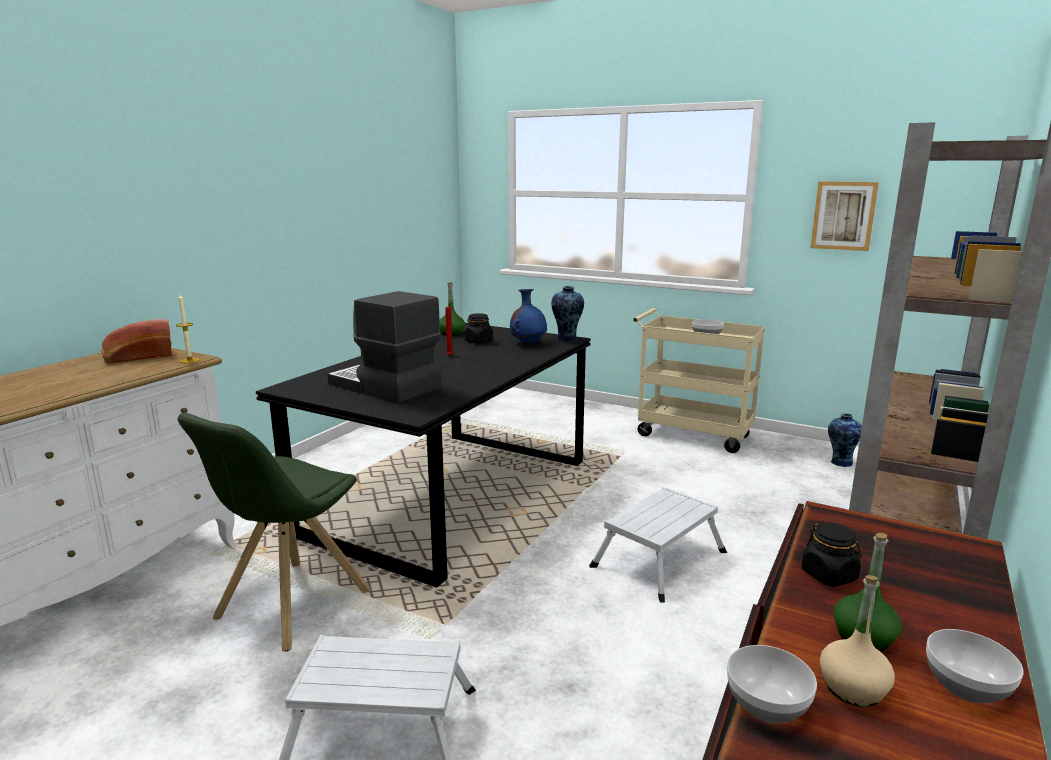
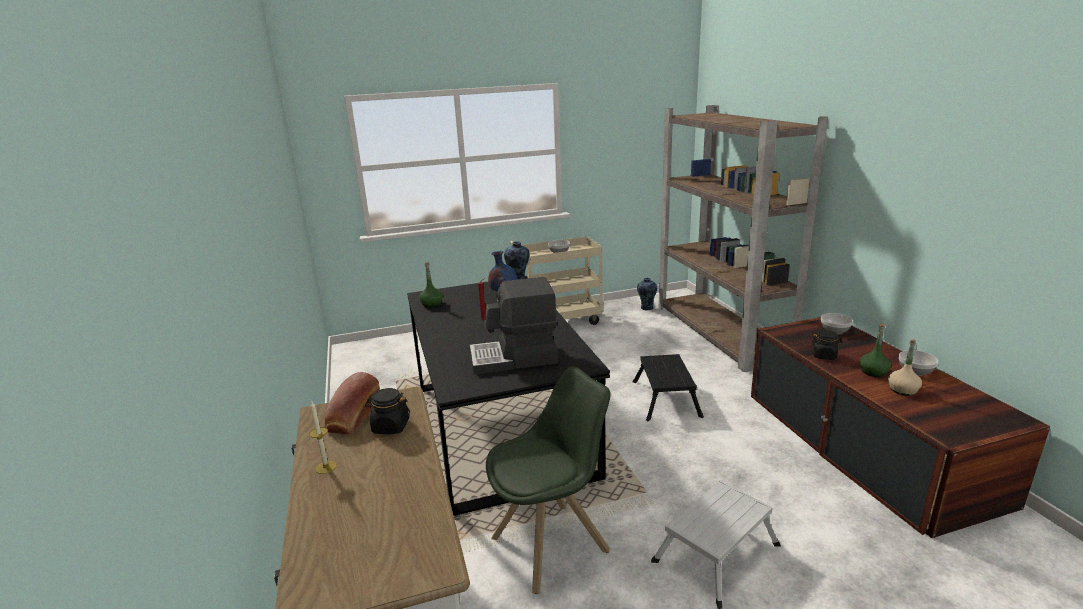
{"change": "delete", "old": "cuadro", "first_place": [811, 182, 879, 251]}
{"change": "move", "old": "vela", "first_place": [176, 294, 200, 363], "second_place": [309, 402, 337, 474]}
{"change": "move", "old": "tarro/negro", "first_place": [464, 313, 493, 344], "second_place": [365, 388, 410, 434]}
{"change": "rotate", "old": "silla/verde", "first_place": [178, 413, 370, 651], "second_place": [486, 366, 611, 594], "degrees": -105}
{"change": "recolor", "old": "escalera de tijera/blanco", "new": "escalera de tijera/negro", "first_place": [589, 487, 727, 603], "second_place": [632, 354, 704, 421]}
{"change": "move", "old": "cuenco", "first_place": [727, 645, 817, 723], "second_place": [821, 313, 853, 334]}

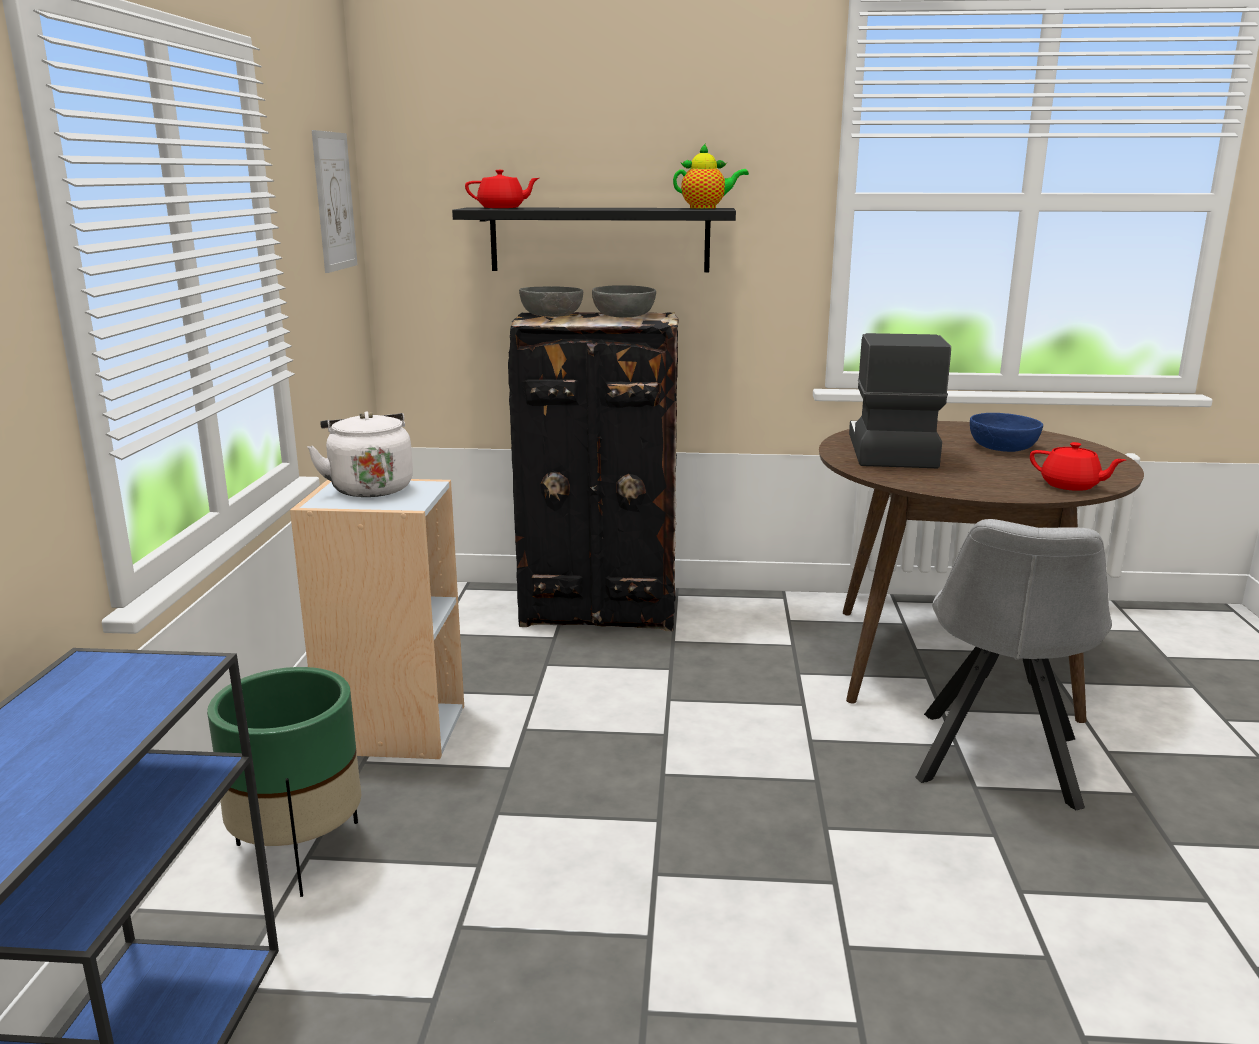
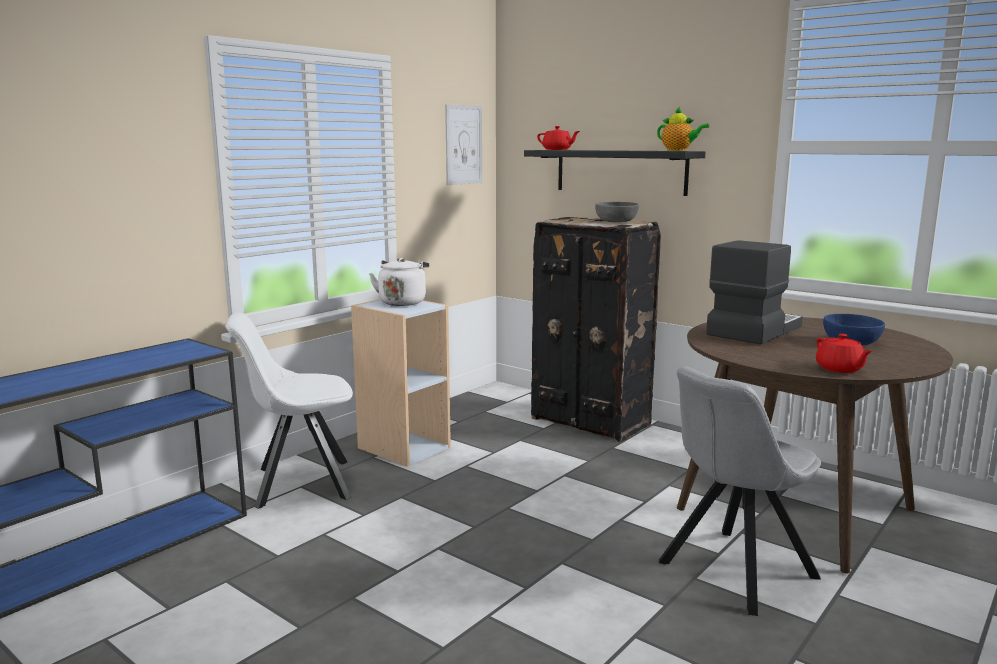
{"change": "delete", "old": "cuenco/gris", "first_place": [519, 286, 583, 317]}
{"change": "replace", "old": "maceta/verde", "new": "silla/blanco", "first_place": [207, 667, 361, 897], "second_place": [225, 312, 353, 509]}

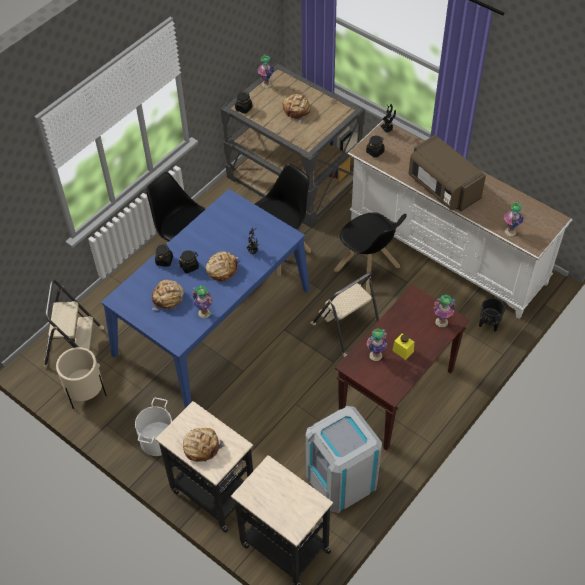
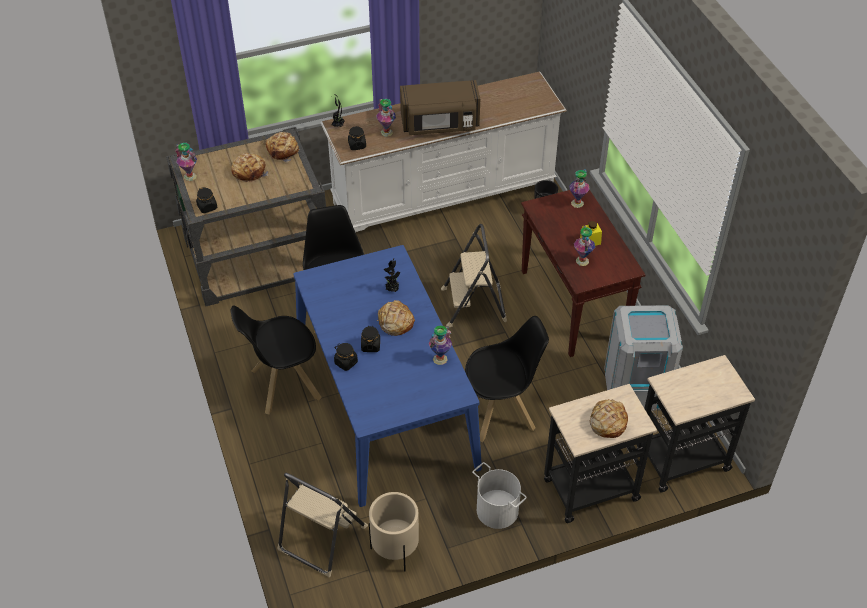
{"change": "move", "old": "florero", "first_place": [504, 201, 523, 236], "second_place": [376, 99, 396, 137]}
{"change": "move", "old": "silla/negro", "first_place": [334, 212, 407, 294], "second_place": [465, 316, 549, 443]}
{"change": "move", "old": "pan", "first_place": [152, 280, 184, 310], "second_place": [265, 132, 299, 163]}

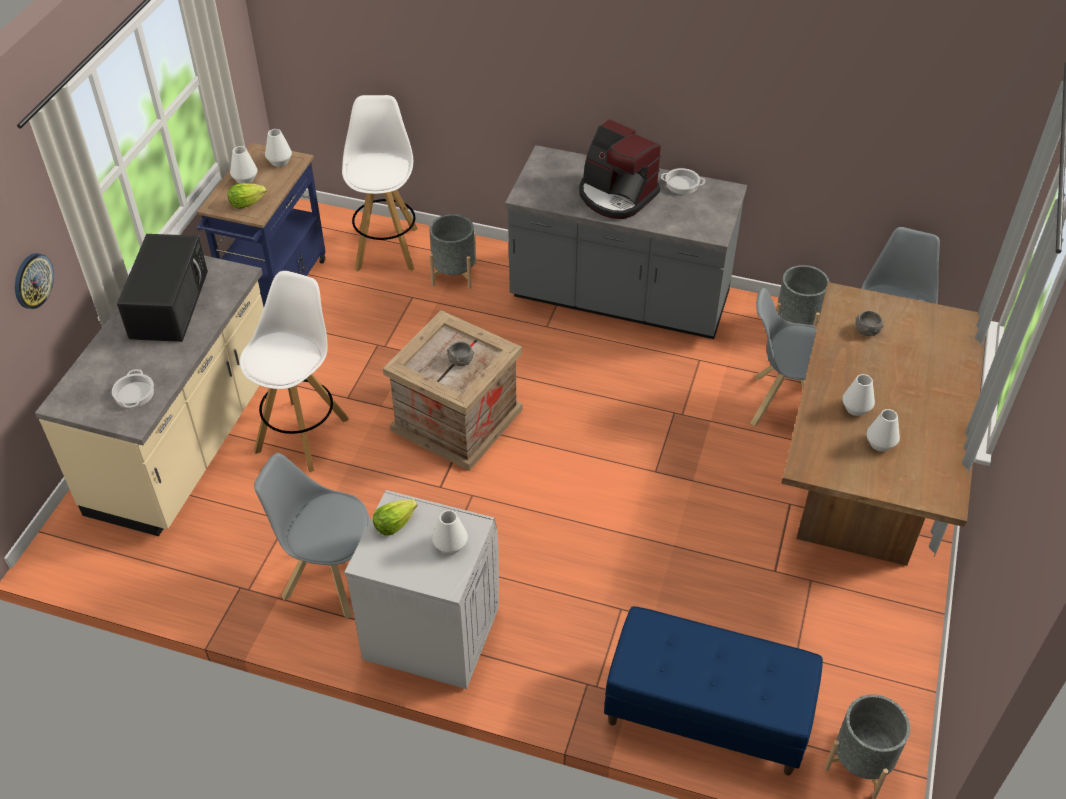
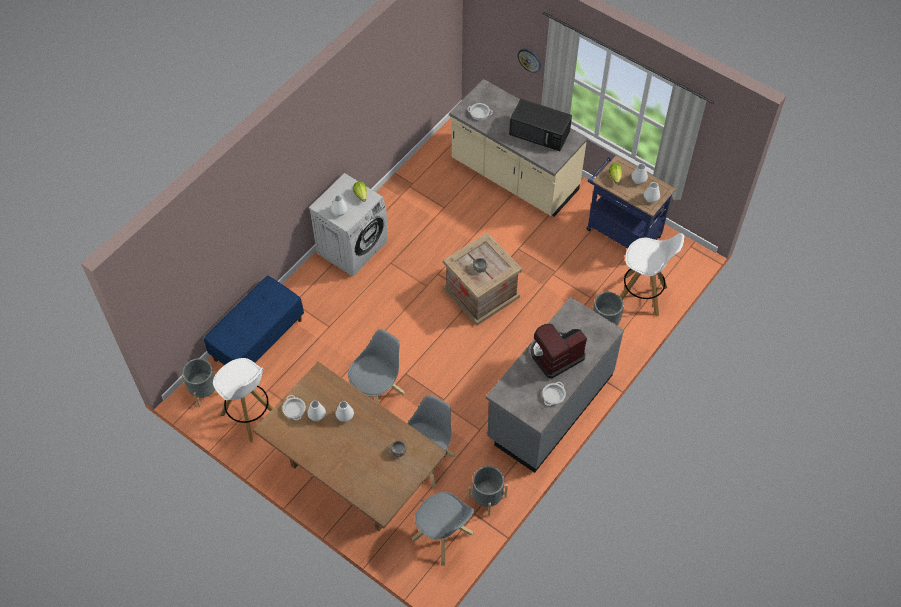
{"change": "move", "old": "taburete/blanco", "first_place": [240, 271, 349, 472], "second_place": [213, 358, 273, 442]}
{"change": "move", "old": "silla/gris", "first_place": [254, 453, 370, 619], "second_place": [348, 329, 405, 403]}
{"change": "insert", "new": "olla", "second_place": [282, 395, 306, 420]}

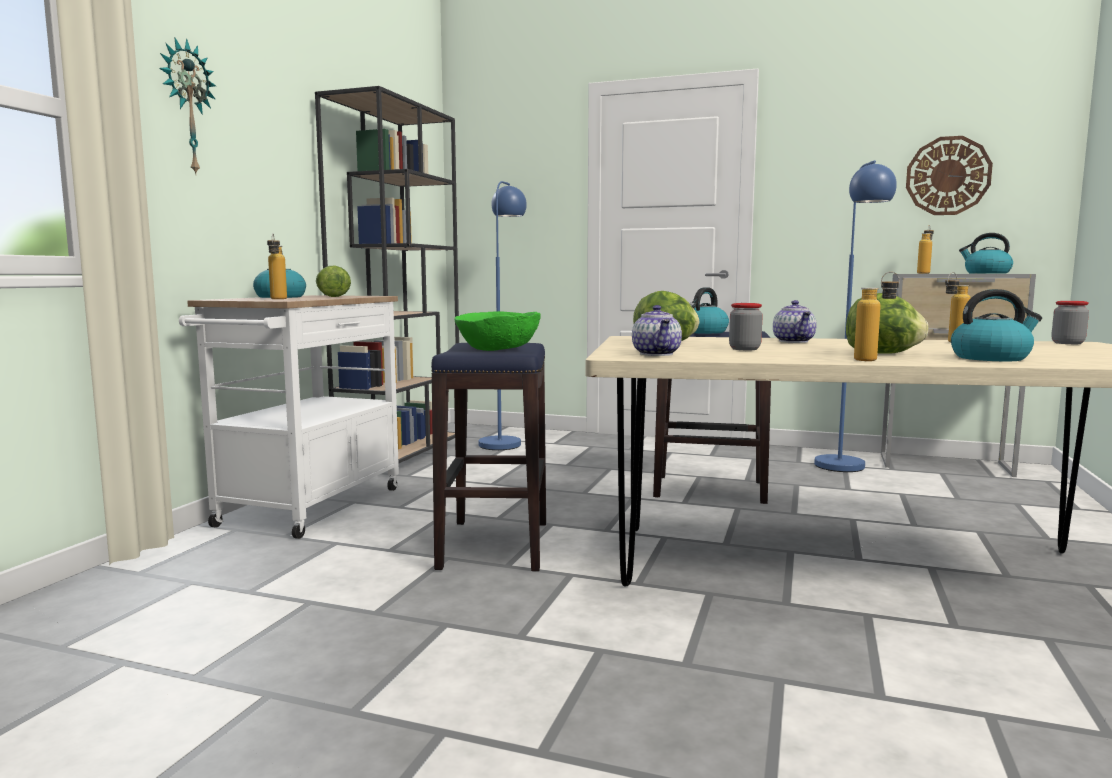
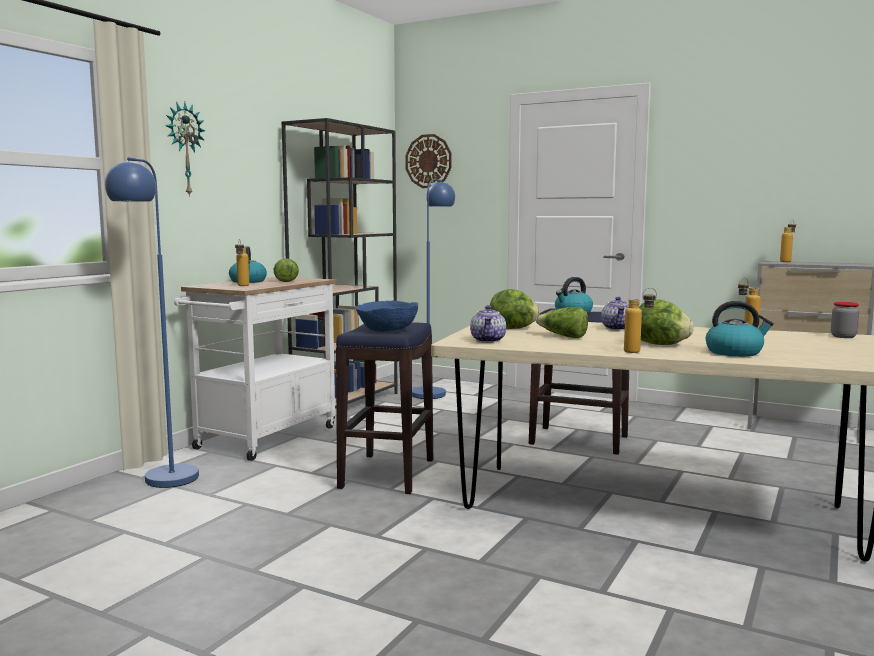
{"change": "move", "old": "reloj de pared", "first_place": [906, 136, 993, 215], "second_place": [406, 134, 452, 188]}
{"change": "move", "old": "lámpara de pie/azul", "first_place": [814, 160, 897, 472], "second_place": [105, 157, 199, 488]}
{"change": "delete", "old": "hervidor", "first_place": [959, 233, 1013, 274]}
{"change": "replace", "old": "tarro", "new": "lechuga", "first_place": [729, 303, 763, 350], "second_place": [536, 307, 588, 338]}
{"change": "recolor", "old": "cuenco/verde", "new": "cuenco/azul", "first_place": [454, 311, 541, 351], "second_place": [356, 301, 418, 332]}

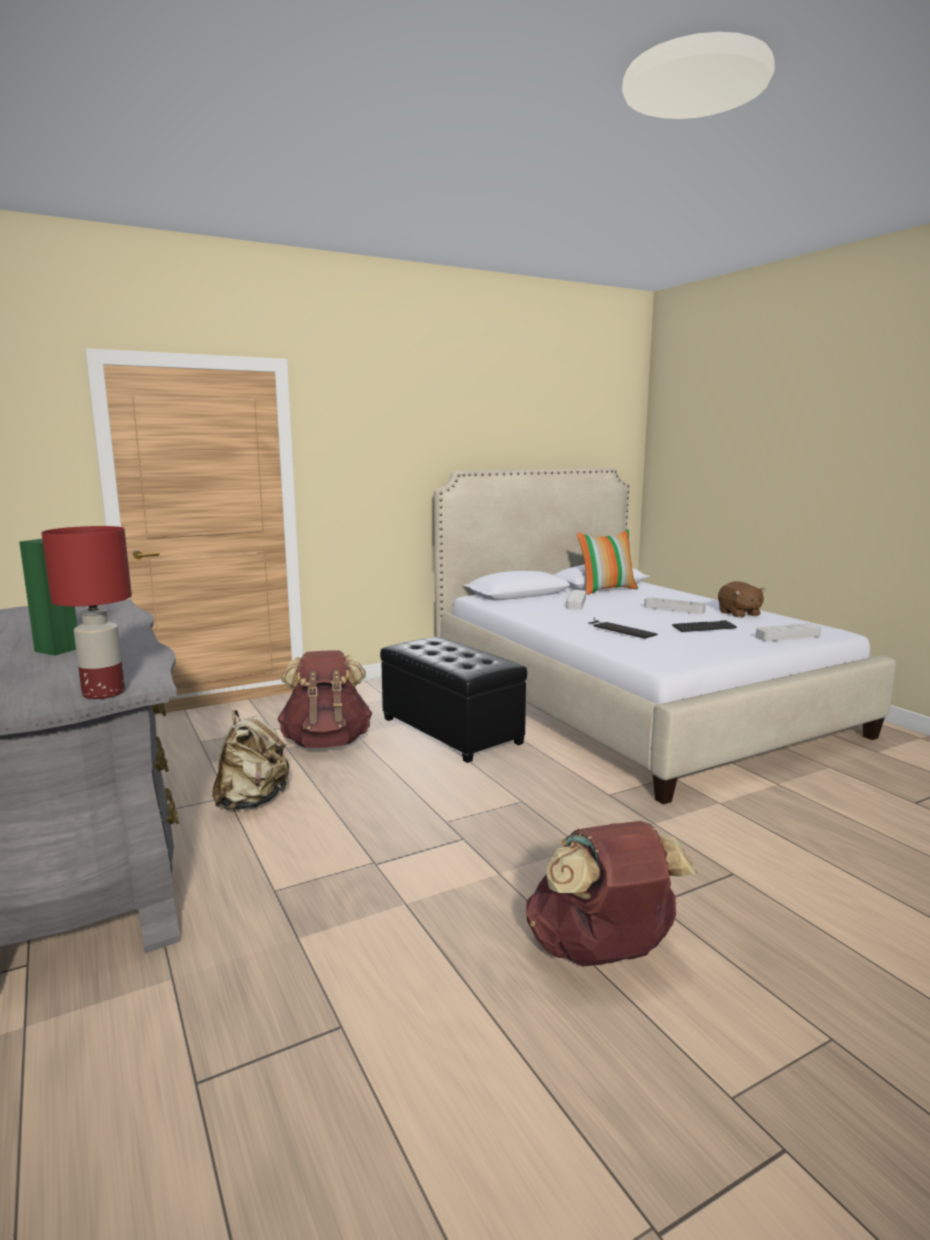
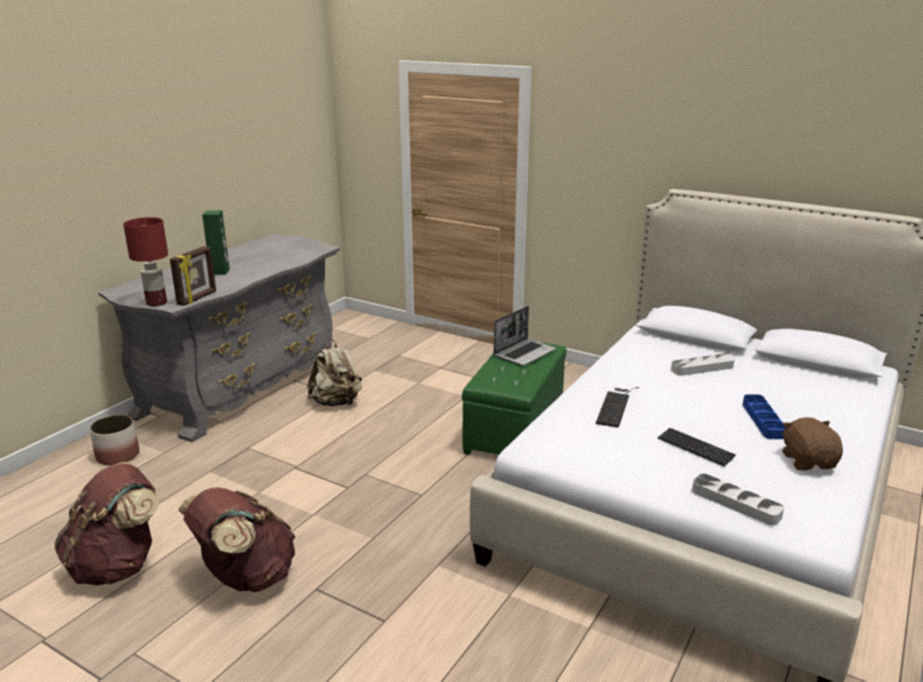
{"change": "delete", "old": "cojín", "first_place": [576, 529, 638, 595]}
{"change": "rotate", "old": "peluche/marrón", "first_place": [718, 581, 765, 618], "second_place": [782, 417, 843, 470], "degrees": 135}
{"change": "recolor", "old": "bandeja/gris", "new": "bandeja/azul", "first_place": [644, 597, 706, 614], "second_place": [743, 394, 785, 439]}
{"change": "recolor", "old": "puf/negro", "new": "puf/verde", "first_place": [380, 637, 527, 763], "second_place": [462, 342, 567, 455]}
{"change": "move", "old": "mochila/marrón", "first_place": [277, 650, 372, 748], "second_place": [54, 462, 159, 586]}
{"change": "insert", "new": "portarretratos", "second_place": [170, 246, 216, 306]}
{"change": "insert", "new": "portátil", "second_place": [494, 306, 556, 366]}
{"change": "insert", "new": "maceta", "second_place": [89, 415, 139, 466]}

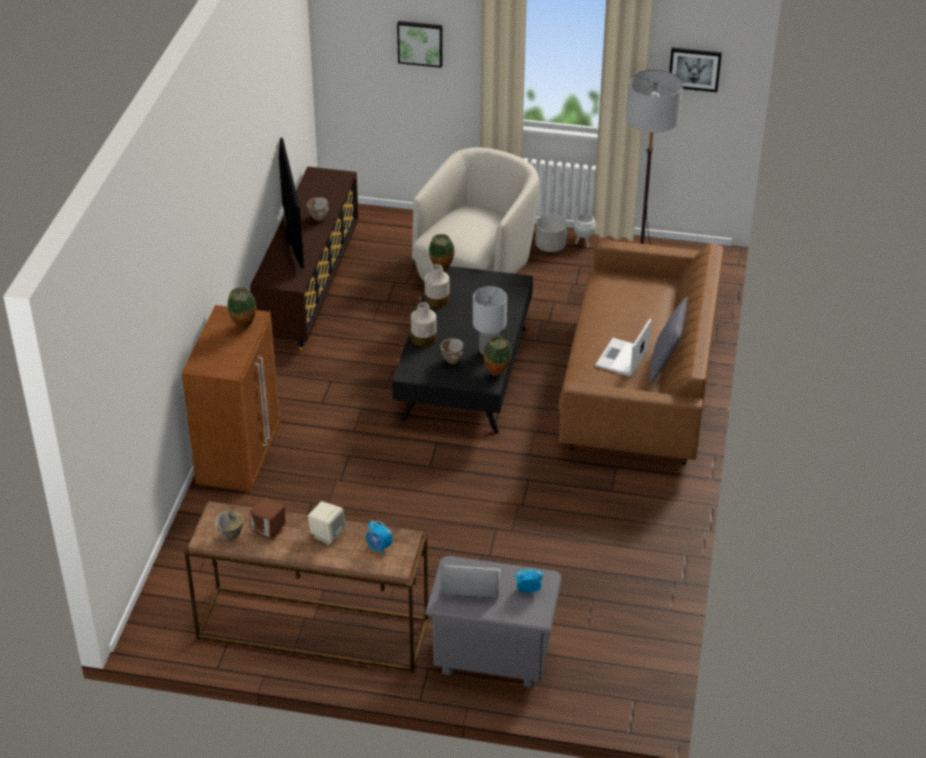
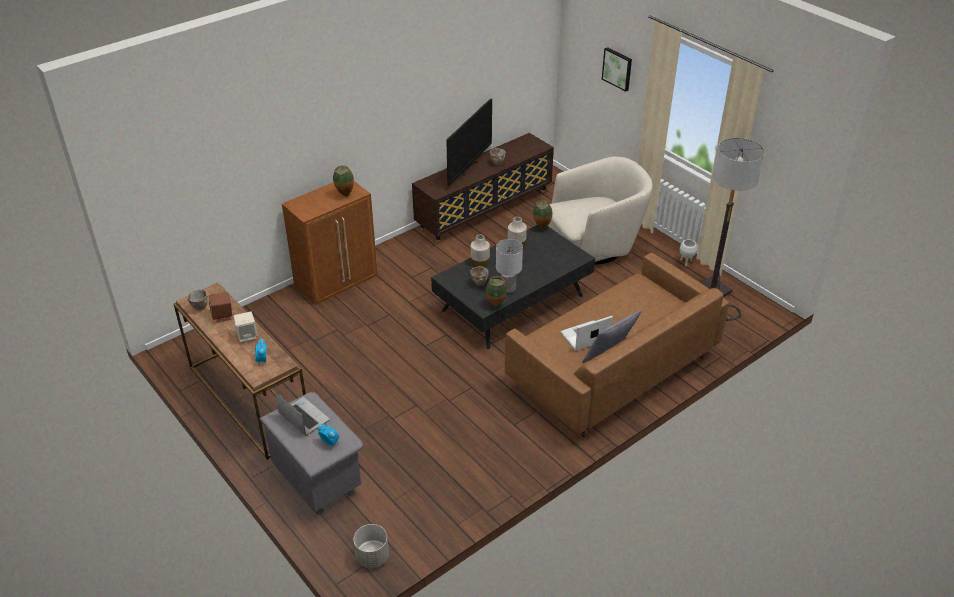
{"change": "delete", "old": "cuadro", "first_place": [669, 48, 722, 92]}
{"change": "move", "old": "maceta/gris", "first_place": [536, 214, 567, 252], "second_place": [353, 524, 389, 568]}

